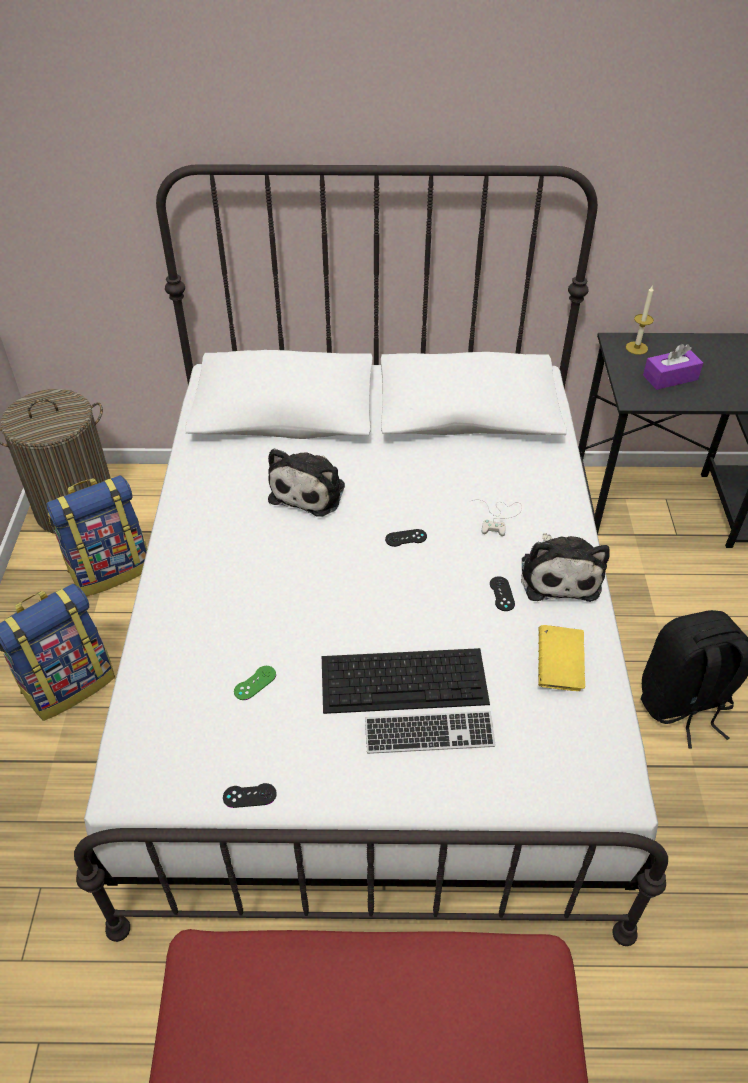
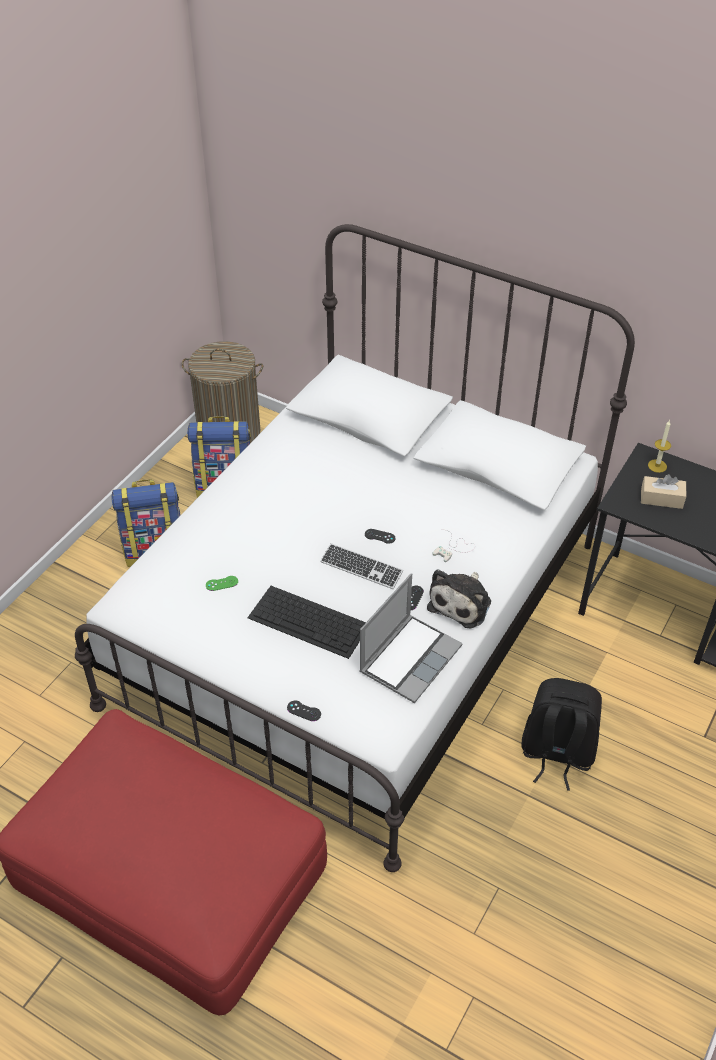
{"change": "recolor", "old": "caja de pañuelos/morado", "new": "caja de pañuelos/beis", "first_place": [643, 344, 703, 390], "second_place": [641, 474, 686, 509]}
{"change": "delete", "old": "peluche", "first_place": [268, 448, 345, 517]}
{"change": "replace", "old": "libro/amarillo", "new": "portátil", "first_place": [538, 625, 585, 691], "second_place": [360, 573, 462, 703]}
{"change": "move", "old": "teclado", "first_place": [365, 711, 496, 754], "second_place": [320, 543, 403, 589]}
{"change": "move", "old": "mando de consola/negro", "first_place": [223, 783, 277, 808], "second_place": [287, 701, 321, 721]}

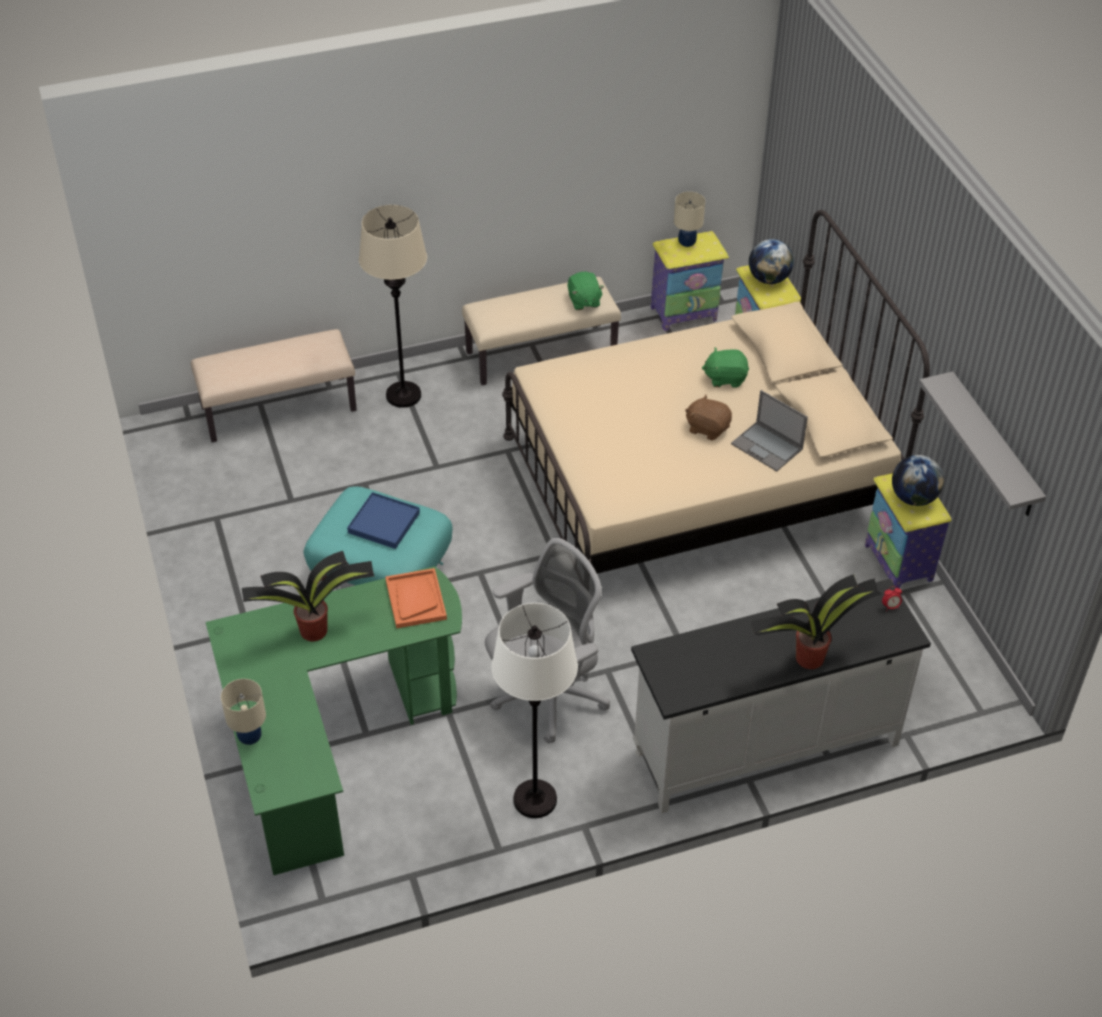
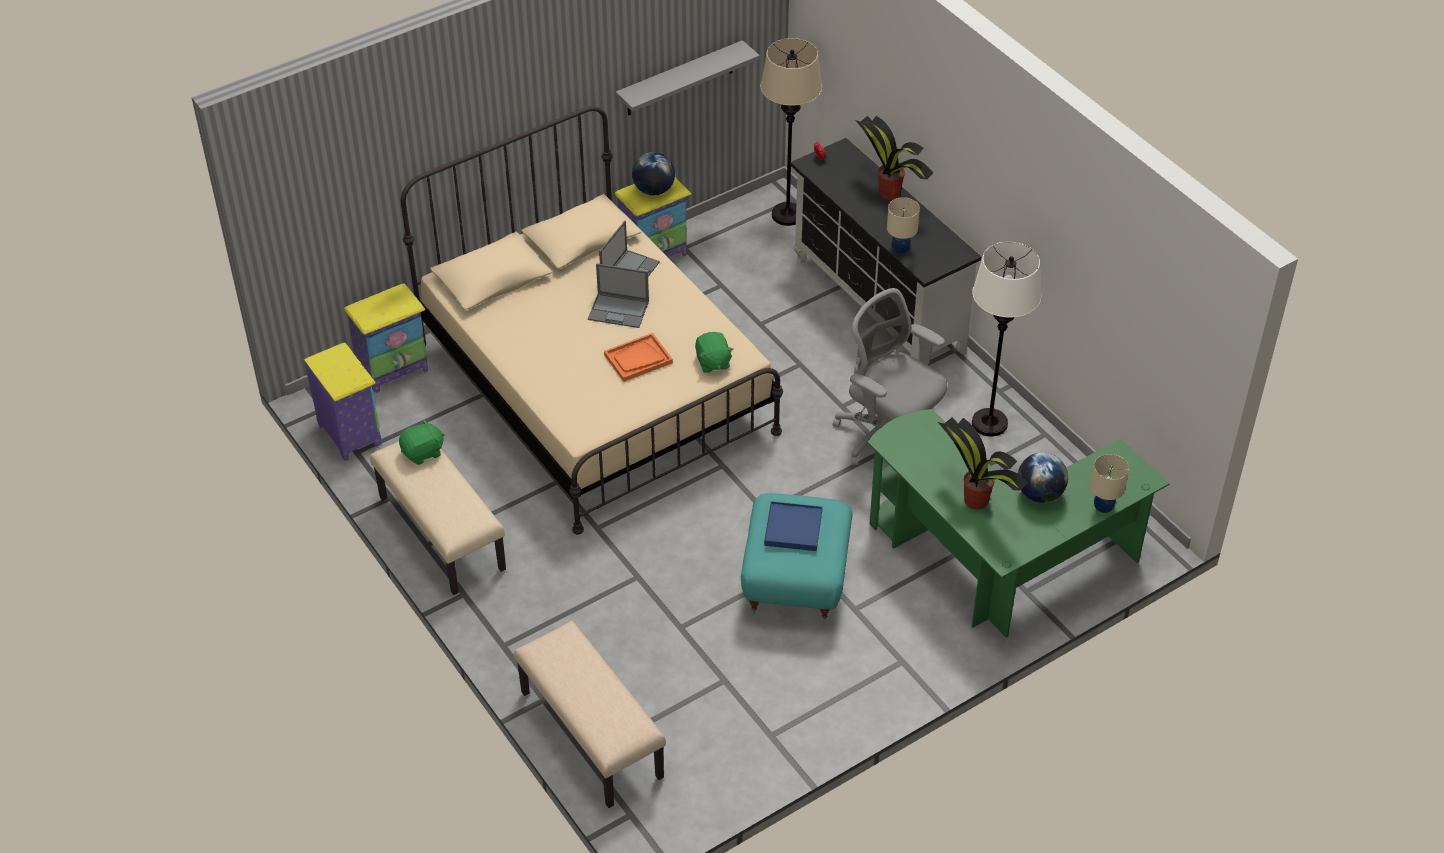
{"change": "move", "old": "lámpara de mesa/beis", "first_place": [674, 192, 705, 247], "second_place": [887, 197, 920, 253]}
{"change": "move", "old": "lámpara de pie/beis", "first_place": [359, 205, 427, 408], "second_place": [761, 38, 822, 226]}
{"change": "move", "old": "globo terráqueo", "first_place": [749, 239, 794, 284], "second_place": [1018, 452, 1068, 503]}
{"change": "move", "old": "peluche/verde", "first_place": [702, 347, 749, 388], "second_place": [695, 332, 733, 373]}
{"change": "replace", "old": "peluche/marrón", "new": "portátil", "first_place": [685, 394, 732, 441], "second_place": [588, 263, 649, 328]}
{"change": "move", "old": "bandeja/naranja", "first_place": [385, 568, 447, 628], "second_place": [604, 333, 673, 382]}

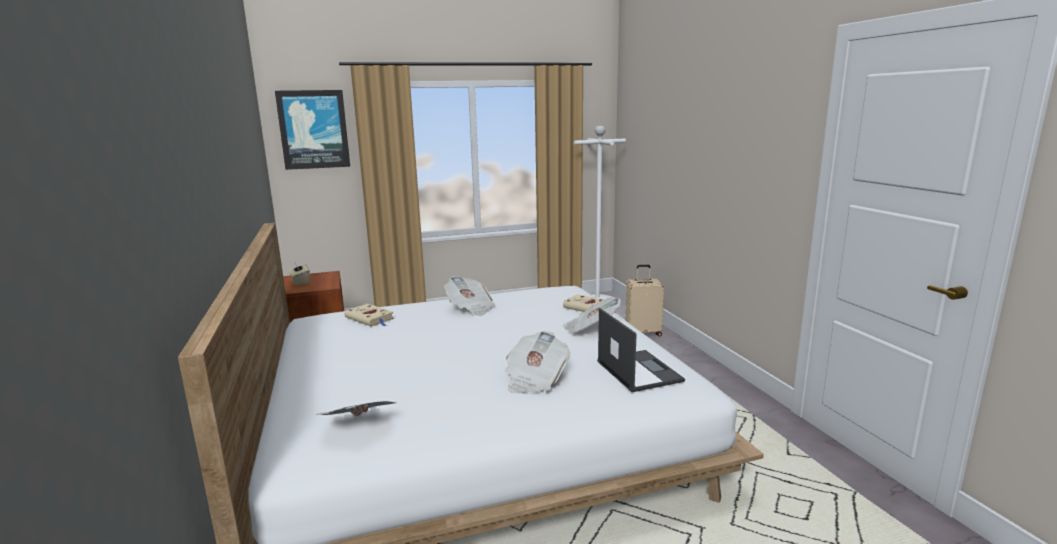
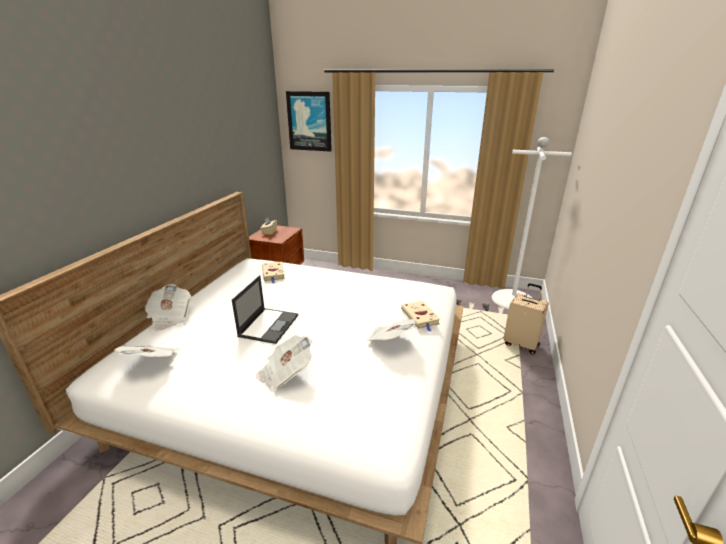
{"change": "move", "old": "periódico", "first_place": [444, 276, 495, 316], "second_place": [145, 284, 191, 331]}
{"change": "move", "old": "portátil", "first_place": [597, 308, 685, 392], "second_place": [232, 275, 298, 344]}

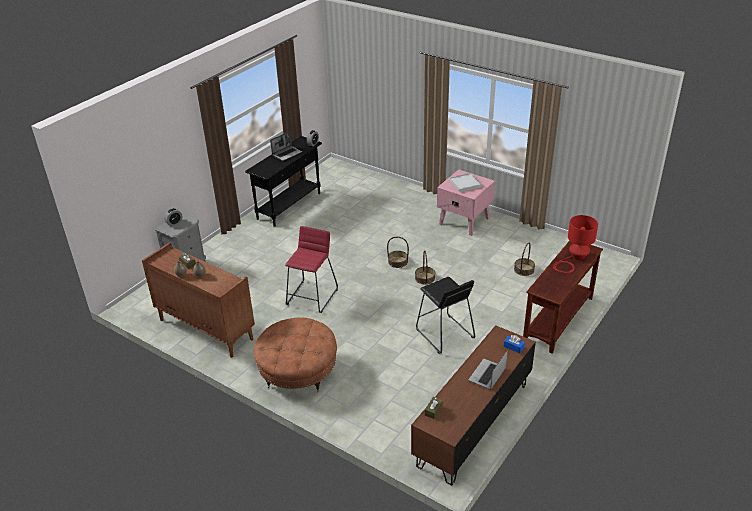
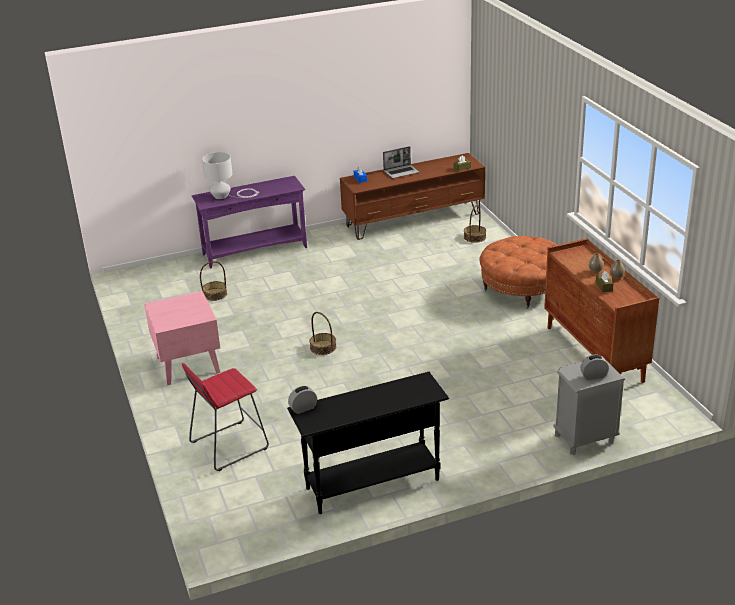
{"change": "delete", "old": "portátil", "first_place": [270, 131, 302, 161]}
{"change": "delete", "old": "bandeja/blanco", "first_place": [450, 173, 482, 192]}
{"change": "recolor", "old": "lámpara de mesa/rojo", "new": "lámpara de mesa/gris", "first_place": [553, 215, 598, 273], "second_place": [202, 152, 259, 199]}
{"change": "move", "old": "taburete/rojo", "first_place": [285, 226, 338, 313], "second_place": [182, 363, 269, 471]}
{"change": "recolor", "old": "mesa consola/marrón", "new": "mesa consola/morado", "first_place": [523, 240, 603, 354], "second_place": [192, 176, 307, 269]}
{"change": "move", "old": "cesta", "first_place": [415, 250, 435, 285], "second_place": [464, 205, 486, 243]}
{"change": "delete", "old": "taburete/negro", "first_place": [416, 277, 475, 354]}

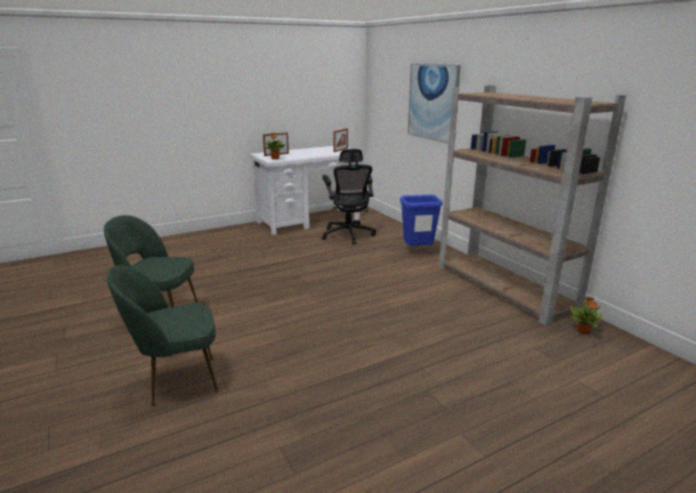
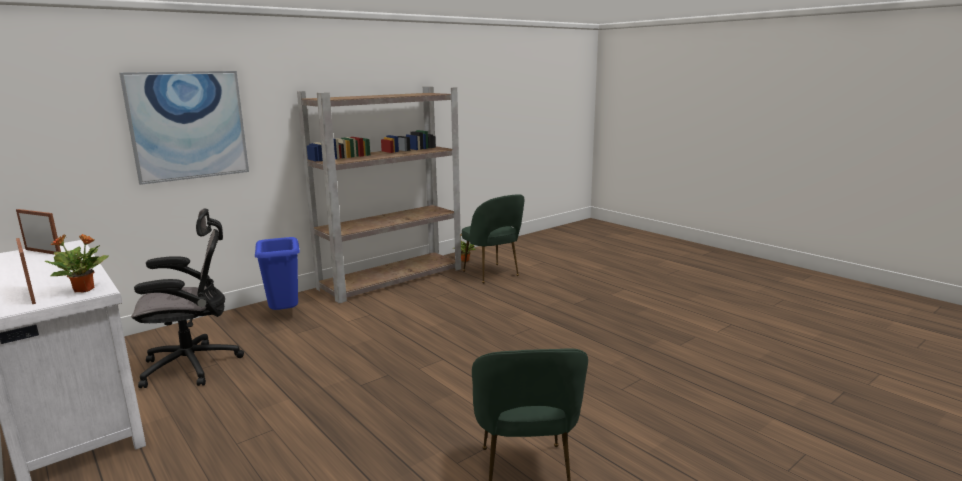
{"change": "move", "old": "silla/verde", "first_place": [107, 265, 219, 406], "second_place": [462, 194, 525, 284]}

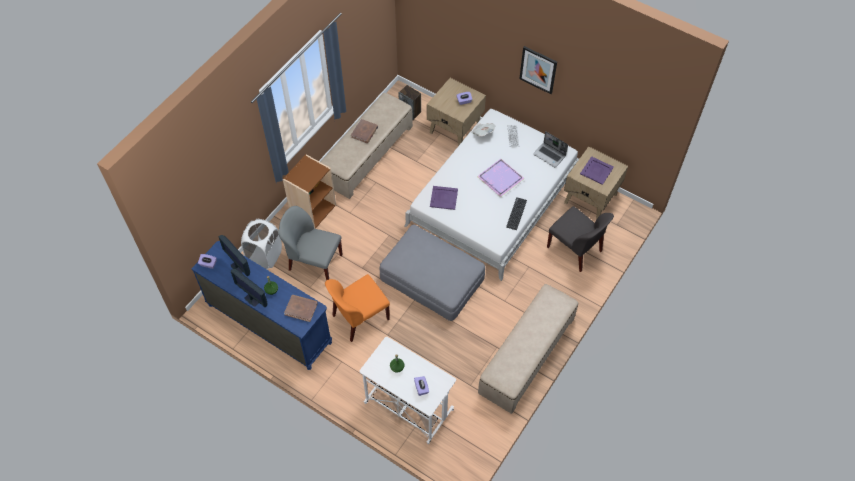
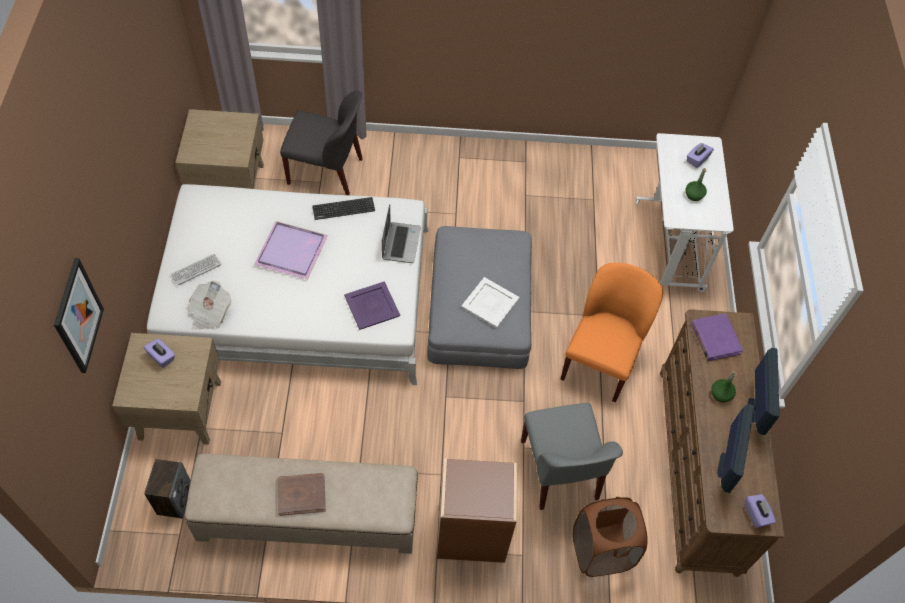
{"change": "move", "old": "cuadro", "first_place": [519, 46, 557, 94], "second_place": [54, 258, 104, 373]}
{"change": "move", "old": "portátil", "first_place": [533, 131, 568, 167], "second_place": [382, 204, 421, 263]}
{"change": "delete", "old": "bandeja/morado", "first_place": [580, 156, 614, 185]}
{"change": "rotate", "old": "silla/gris", "first_place": [547, 206, 614, 272], "second_place": [280, 90, 363, 195], "degrees": 90}
{"change": "recolor", "old": "cesto de la ropa/blanco", "new": "cesto de la ropa/marrón", "first_place": [241, 219, 282, 270], "second_place": [573, 497, 648, 577]}
{"change": "recolor", "old": "cómoda/azul", "new": "cómoda/marrón", "first_place": [191, 241, 332, 370], "second_place": [660, 309, 784, 577]}
{"change": "rotate", "old": "silla/naranja", "first_place": [325, 274, 390, 342], "second_place": [561, 263, 663, 402], "degrees": -90}
{"change": "delete", "old": "banco/beis", "first_place": [478, 284, 578, 414]}
{"change": "recolor", "old": "libro/marrón", "new": "libro/morado", "first_place": [284, 295, 318, 322], "second_place": [691, 313, 743, 361]}
{"change": "insert", "new": "bandeja/blanco", "second_place": [461, 277, 520, 328]}

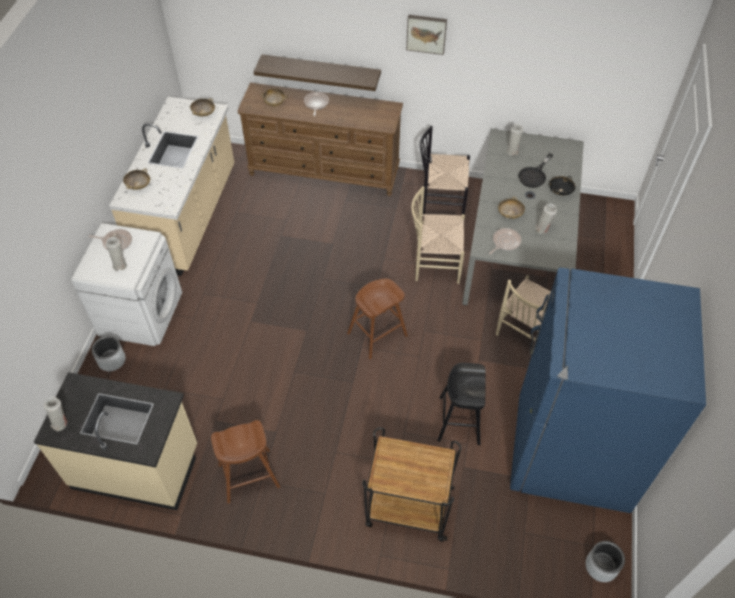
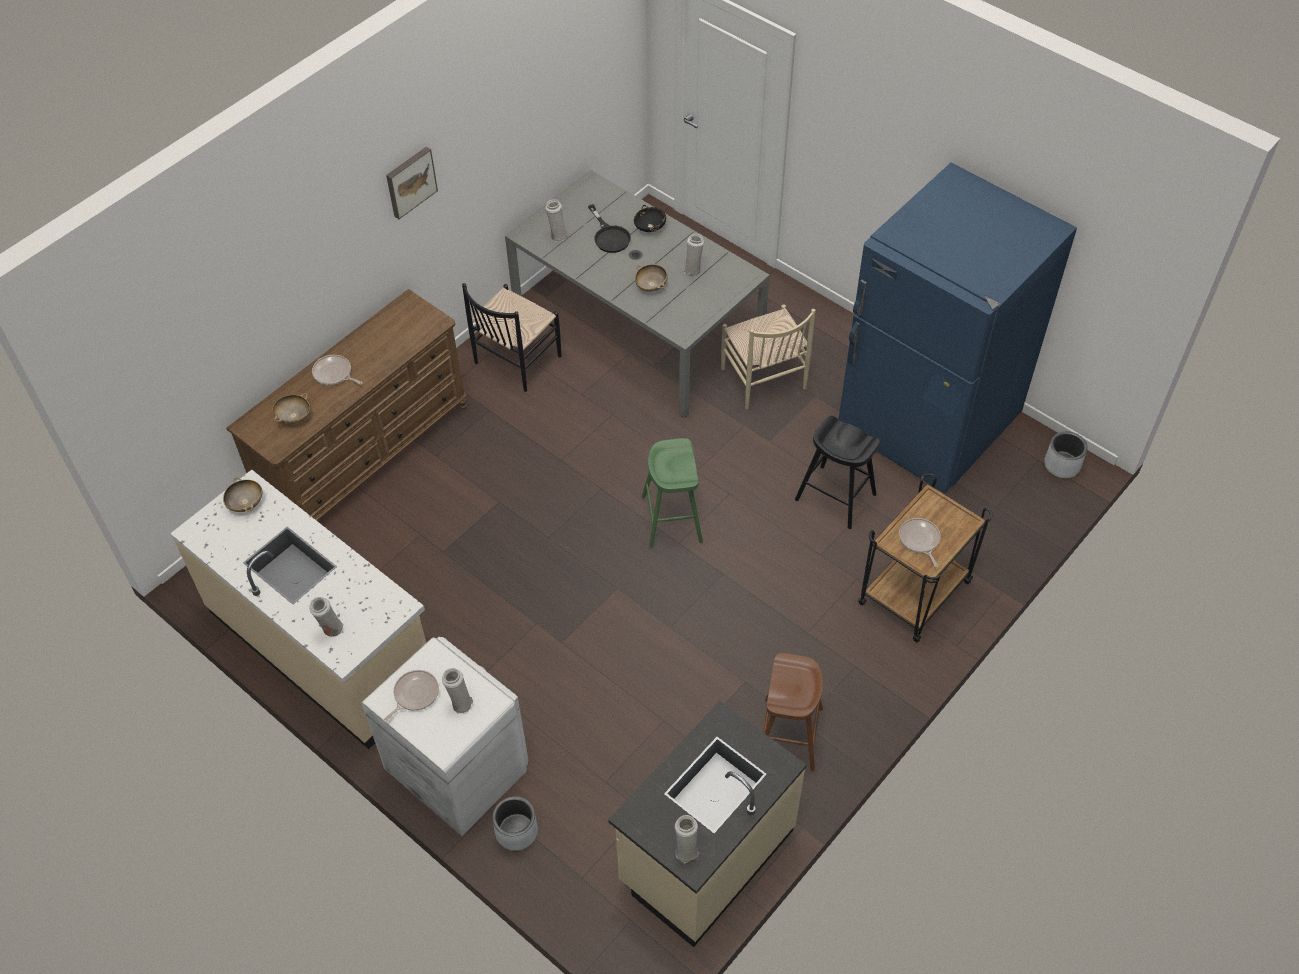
{"change": "delete", "old": "estante", "first_place": [254, 54, 381, 91]}
{"change": "replace", "old": "cuenco/beis", "new": "florero/blanco", "first_place": [123, 169, 150, 190], "second_place": [309, 597, 344, 637]}
{"change": "delete", "old": "silla/beis", "first_place": [411, 186, 465, 284]}
{"change": "move", "old": "sartén", "first_place": [489, 228, 521, 255], "second_place": [899, 518, 941, 568]}
{"change": "recolor", "old": "taburete/marrón", "new": "taburete/verde", "first_place": [347, 279, 408, 359], "second_place": [642, 438, 703, 548]}

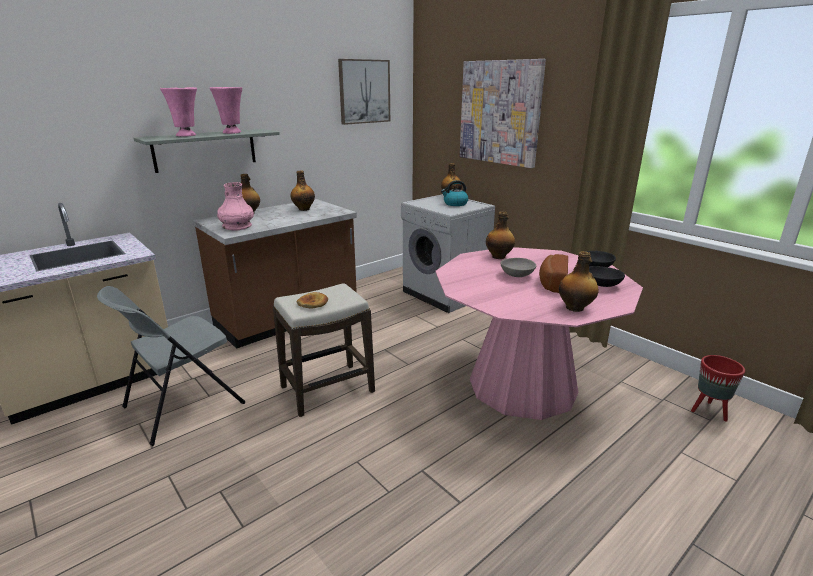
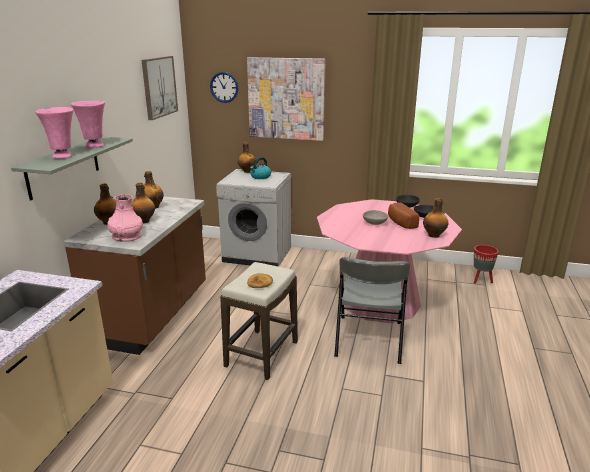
{"change": "move", "old": "botella", "first_place": [486, 211, 515, 259], "second_place": [132, 183, 155, 224]}
{"change": "move", "old": "silla/gris", "first_place": [97, 286, 245, 446], "second_place": [334, 257, 410, 364]}
{"change": "insert", "new": "reloj de pared", "second_place": [210, 72, 238, 103]}

